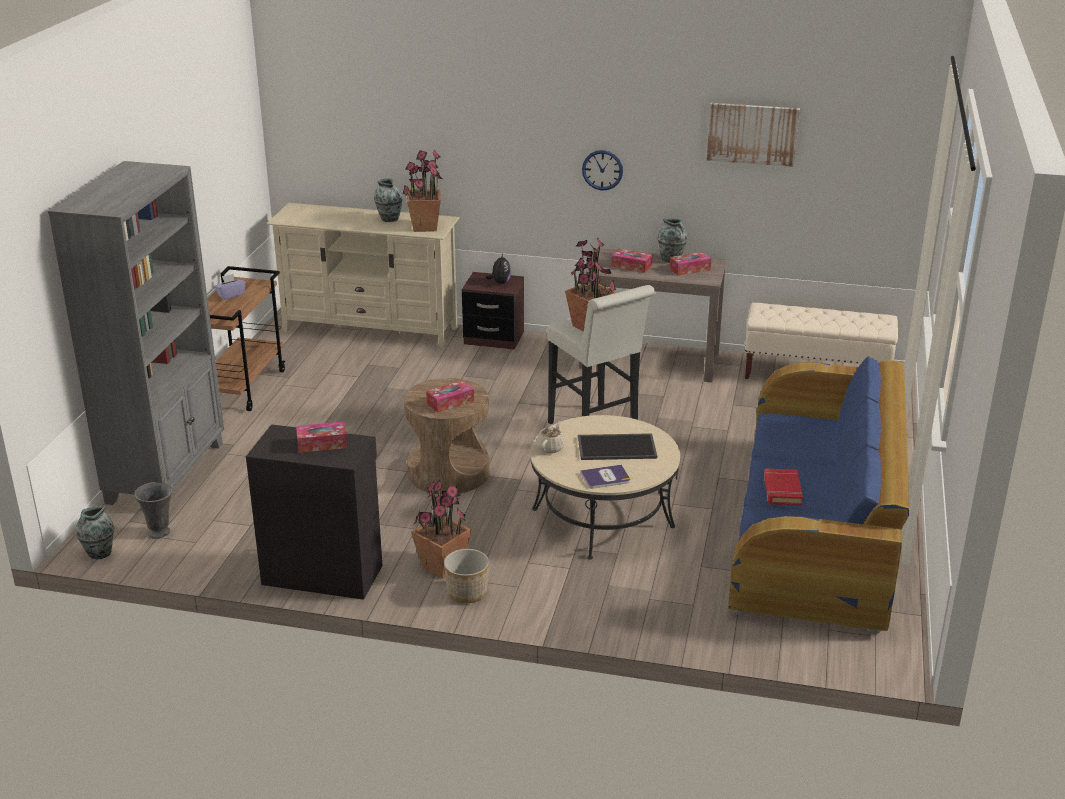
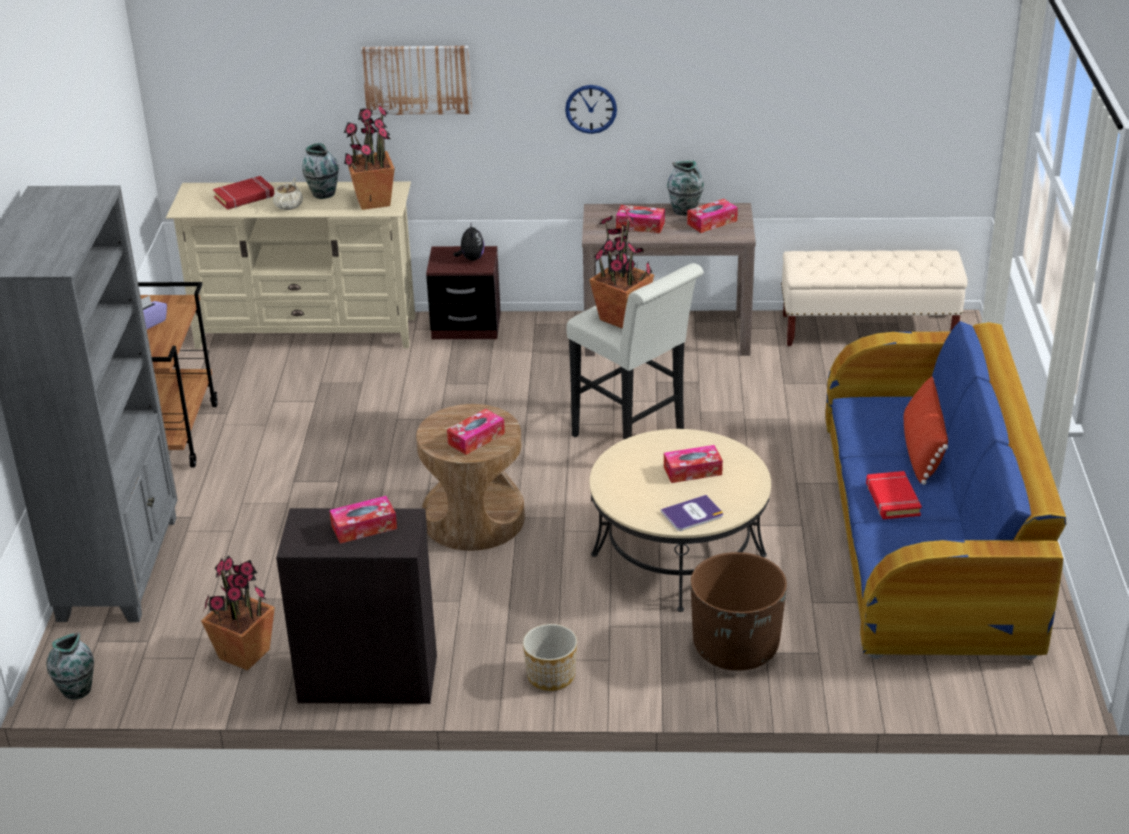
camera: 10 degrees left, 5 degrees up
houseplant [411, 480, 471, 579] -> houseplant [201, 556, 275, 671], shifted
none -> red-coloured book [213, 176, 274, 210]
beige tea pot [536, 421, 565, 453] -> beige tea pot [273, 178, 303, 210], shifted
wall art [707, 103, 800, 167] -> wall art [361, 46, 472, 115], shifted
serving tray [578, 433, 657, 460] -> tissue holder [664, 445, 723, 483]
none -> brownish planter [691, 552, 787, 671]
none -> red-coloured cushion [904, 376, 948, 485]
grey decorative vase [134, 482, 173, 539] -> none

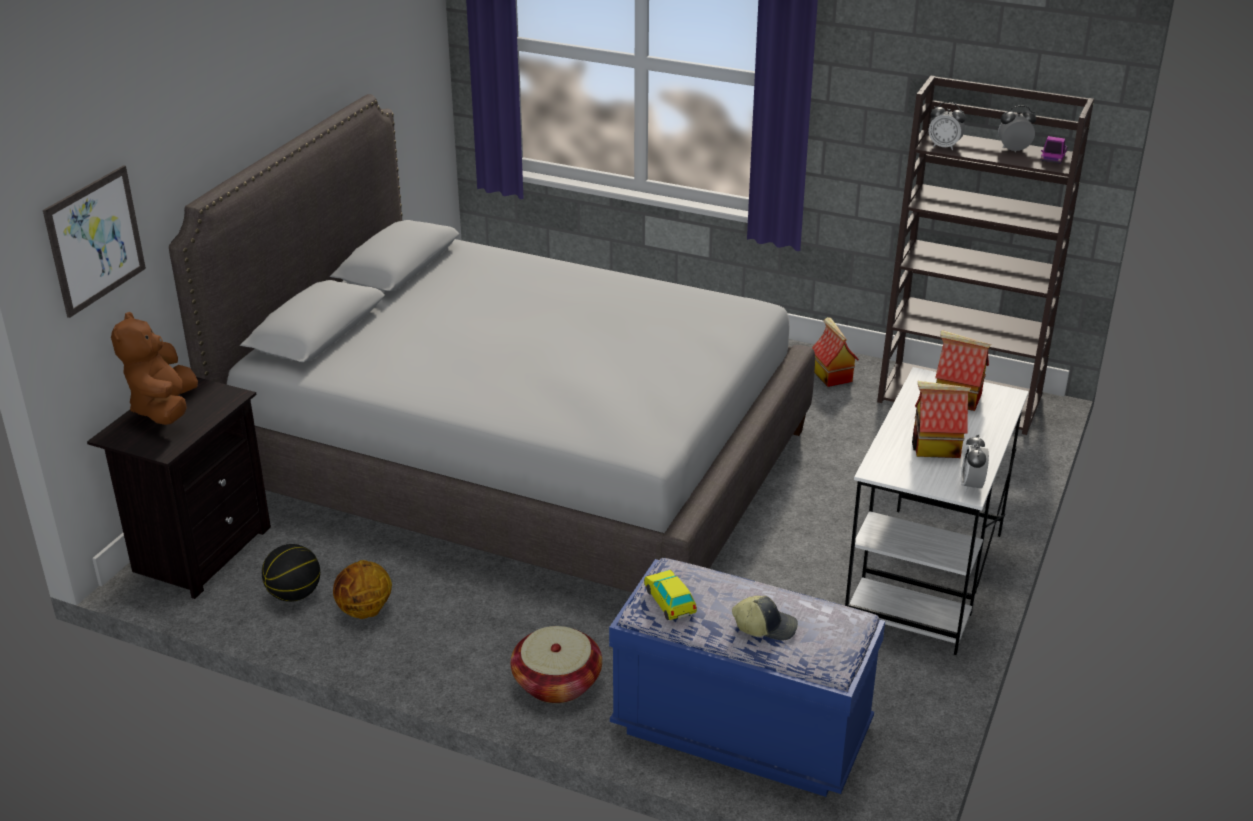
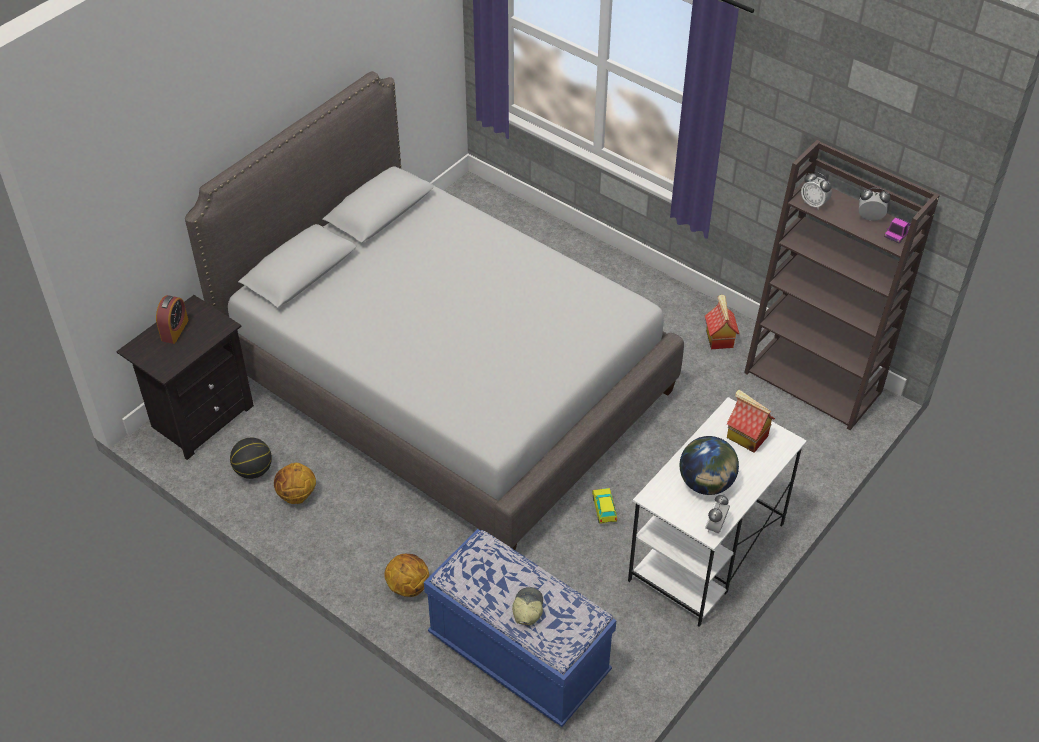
camera: 15 degrees right, 15 degrees up
brownish cuddly toy [111, 312, 198, 425] -> alarm clock [156, 295, 189, 344]
basket [511, 626, 602, 703] -> ball for basketball [384, 554, 429, 597]
peaked cap [732, 596, 798, 640] -> peaked cap [512, 587, 543, 625], 105 degrees counterclockwise
miniature car [644, 570, 697, 620] -> miniature car [592, 488, 617, 524], shifted
miniature house [912, 381, 971, 458] -> world globe [680, 436, 739, 495]
wall art [43, 165, 146, 318] -> none

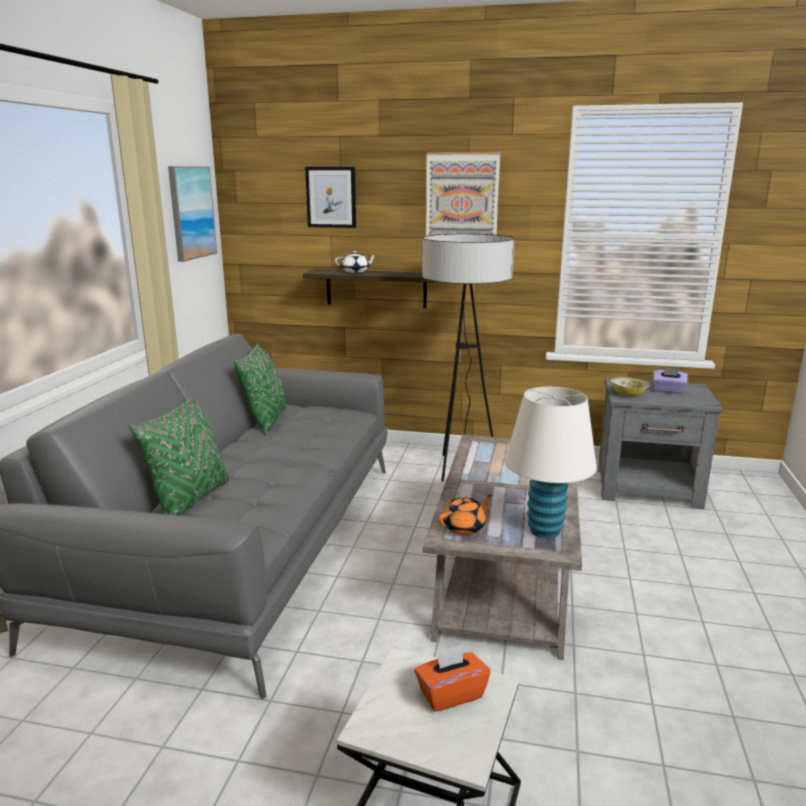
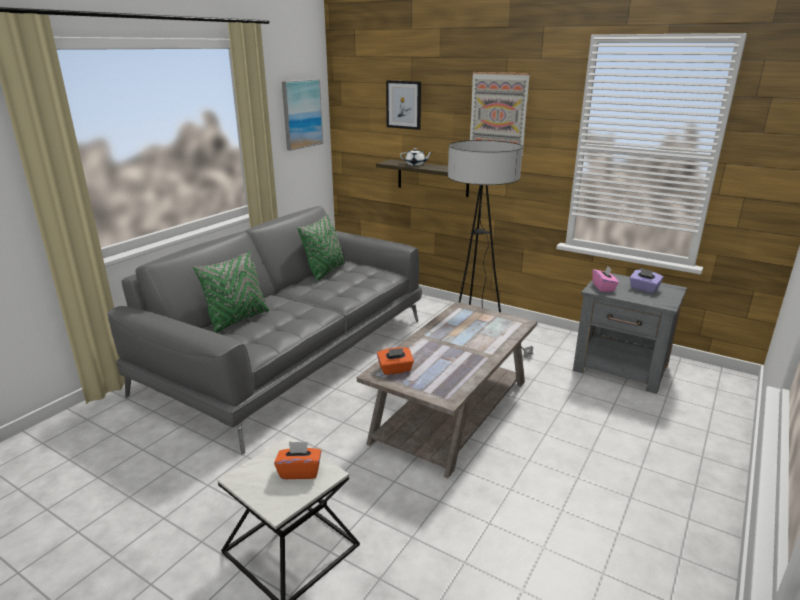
camera: 20 degrees right, 5 degrees up
orange-coloured tea pot [439, 495, 493, 535] -> orange-coloured tissue holder [377, 347, 414, 375]
serving bowl [610, 377, 650, 396] -> pink-coloured tissue holder [592, 266, 619, 292]
whitish tabletop lamp [505, 387, 597, 538] -> none

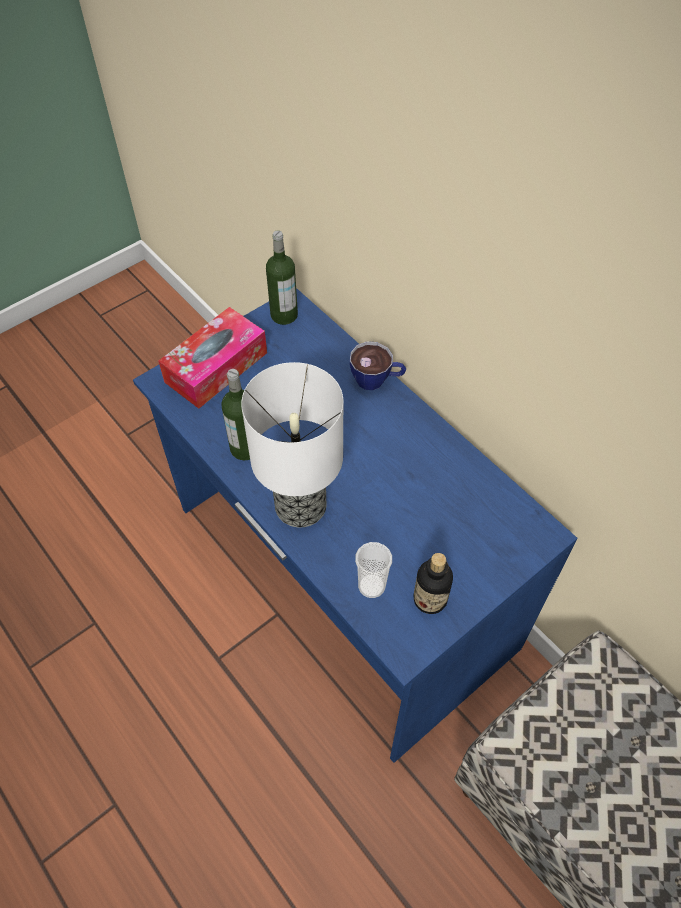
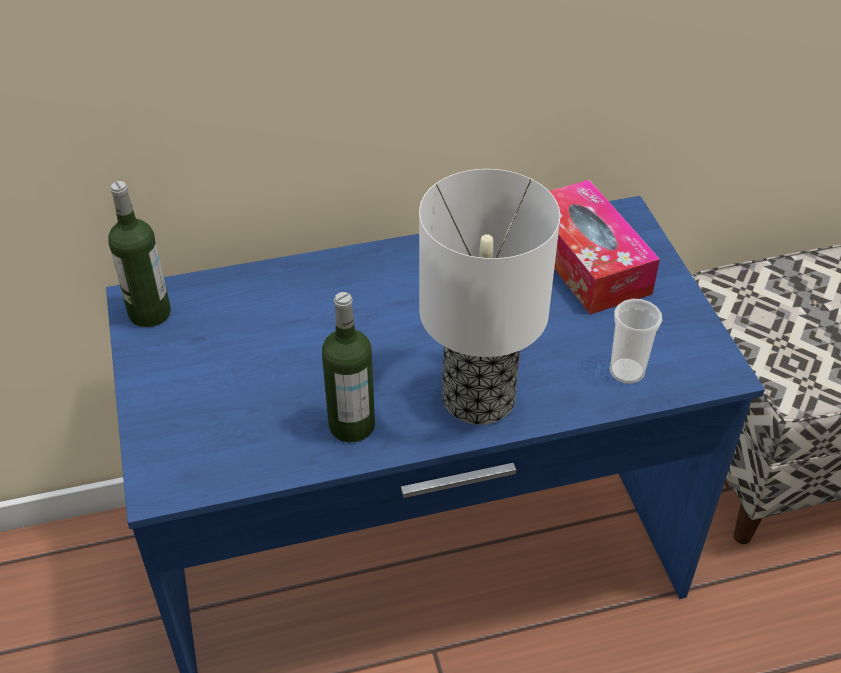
camera: 65 degrees left, 10 degrees down
tissue holder [158, 307, 267, 409] -> tissue holder [549, 180, 660, 315], shifted
cup [350, 341, 406, 390] -> none
bottle [414, 553, 453, 614] -> none

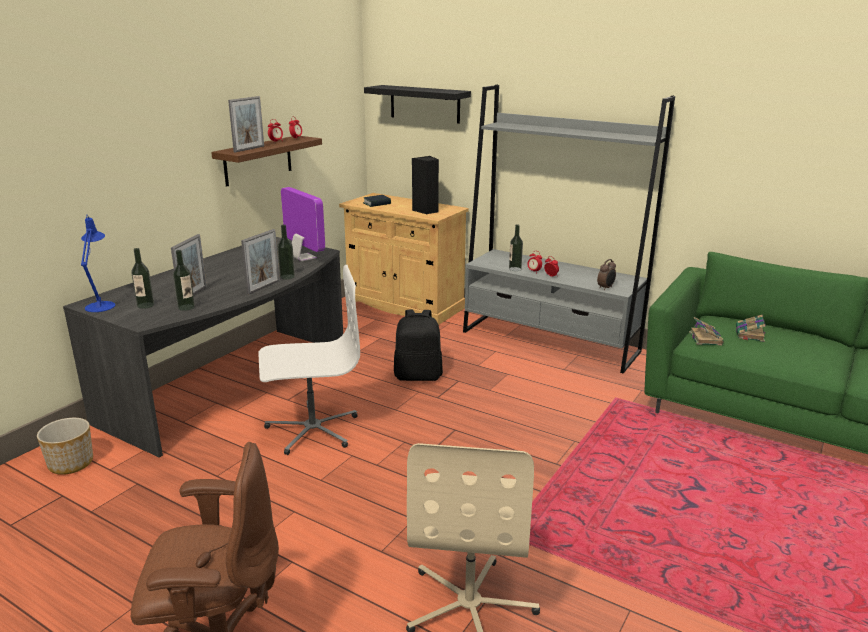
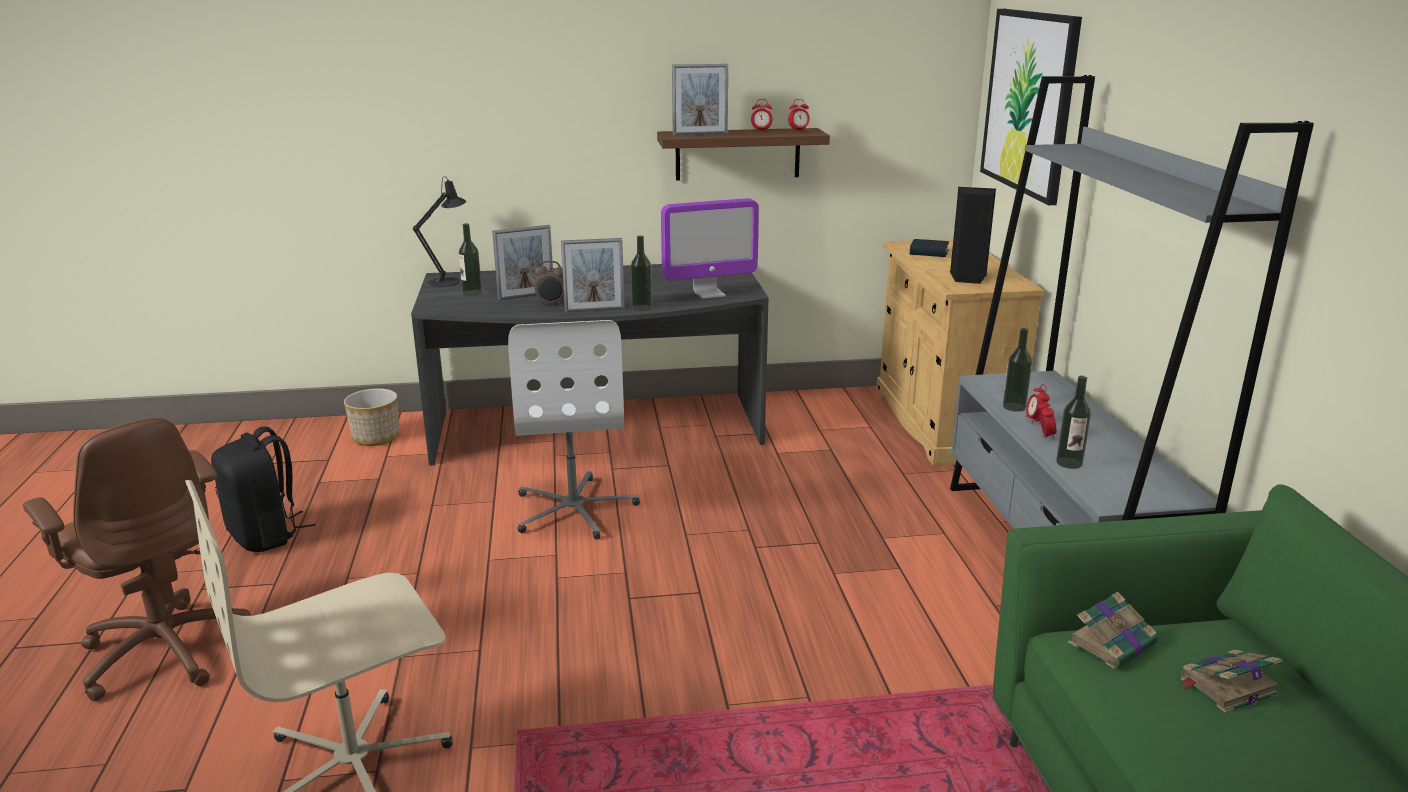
camera: 50 degrees right, 0 degrees up
blackish knapsack [394, 310, 443, 381] -> blackish knapsack [211, 426, 315, 552], shifted
blue tabletop lamp [81, 214, 115, 312] -> blackish tabletop lamp [413, 176, 466, 287]
whitish computer chair [258, 265, 360, 455] -> whitish computer chair [508, 320, 640, 540], 45 degrees clockwise
alarm clock [597, 259, 616, 290] -> alarm clock [535, 261, 564, 306], shifted
computer display [281, 187, 325, 261] -> computer display [661, 198, 759, 299], 60 degrees clockwise
blackish bracket shelf [364, 85, 471, 124] -> wall art [980, 9, 1082, 205]
bottle [173, 250, 195, 311] -> bottle [1056, 376, 1091, 469], shifted

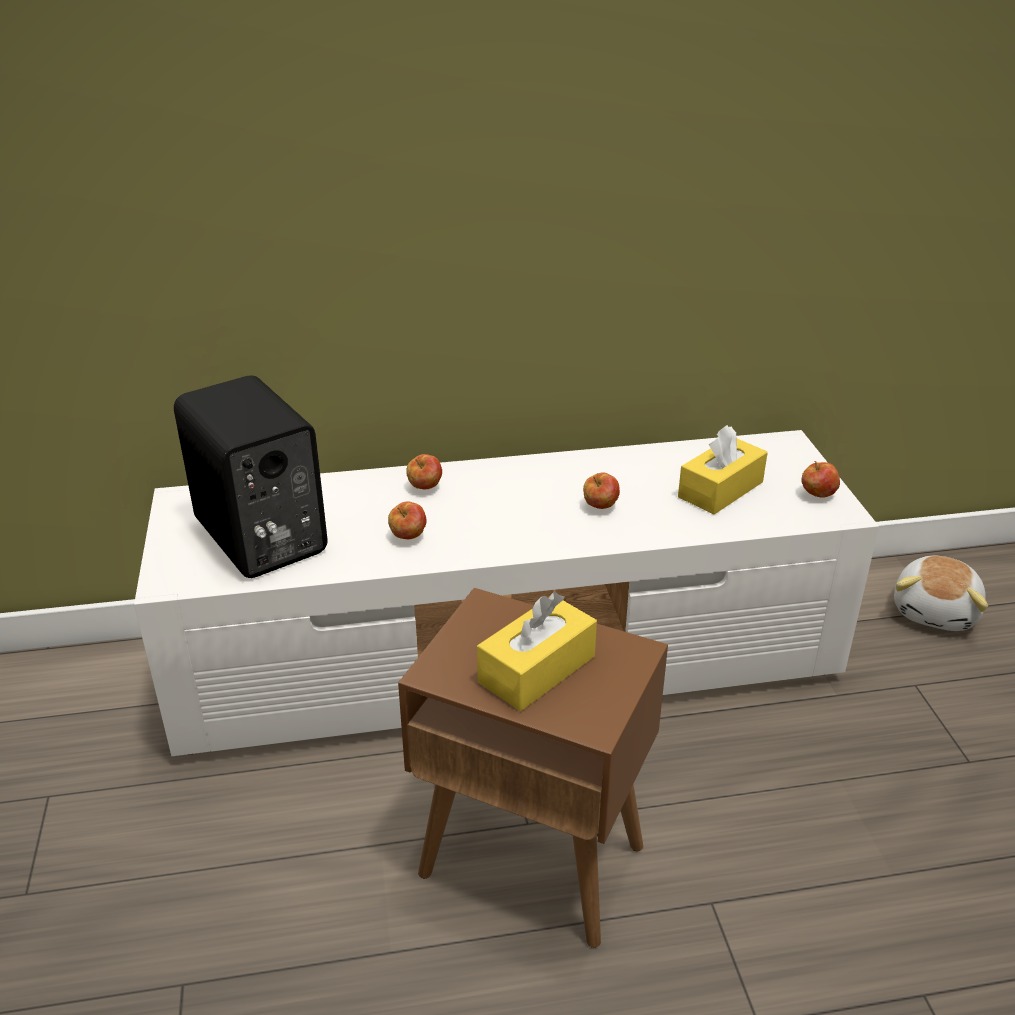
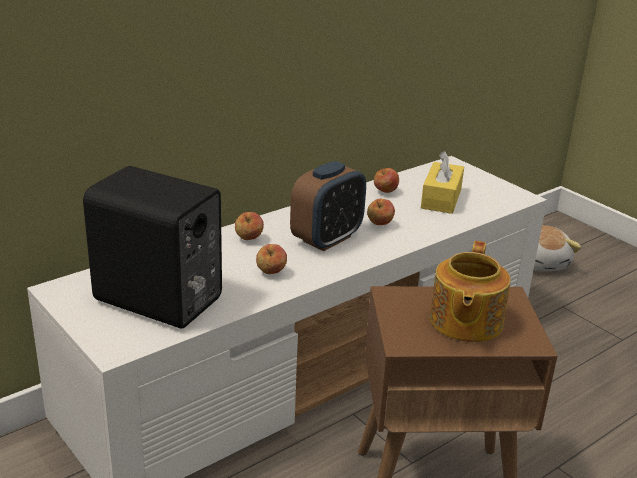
camera: 30 degrees left, 5 degrees down
none -> alarm clock [290, 161, 366, 251]
whole apple [801, 461, 840, 498] -> whole apple [374, 168, 399, 193], shifted
yellow tissue holder [477, 592, 597, 711] -> tea pot [430, 241, 510, 342]

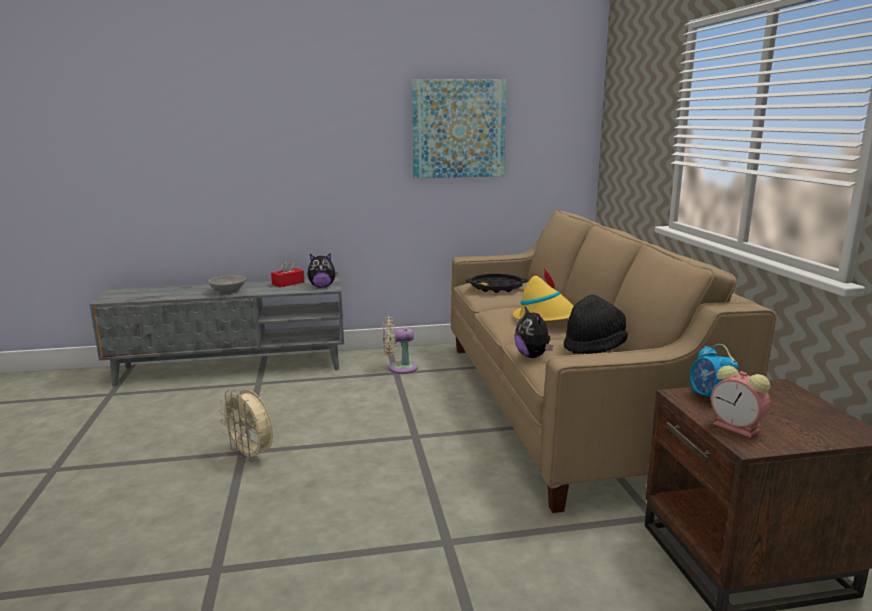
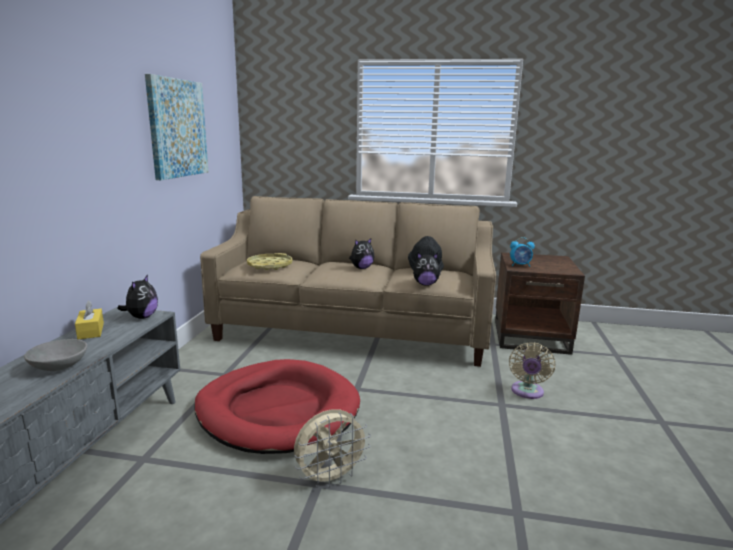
camera: 70 degrees left, 0 degrees up
red-coloured tissue holder [271, 260, 304, 287] -> yellow tissue holder [75, 300, 104, 339]
none -> red-coloured dog bed [194, 359, 360, 454]
blackish serving tray [466, 274, 528, 293] -> yellow serving tray [247, 253, 293, 270]
yellow wearable hat [513, 267, 574, 321] -> cuddly toy [349, 238, 375, 269]
beige cooling fan [383, 316, 418, 374] -> beige cooling fan [509, 343, 555, 399], shifted
alarm clock [711, 366, 770, 438] -> none

